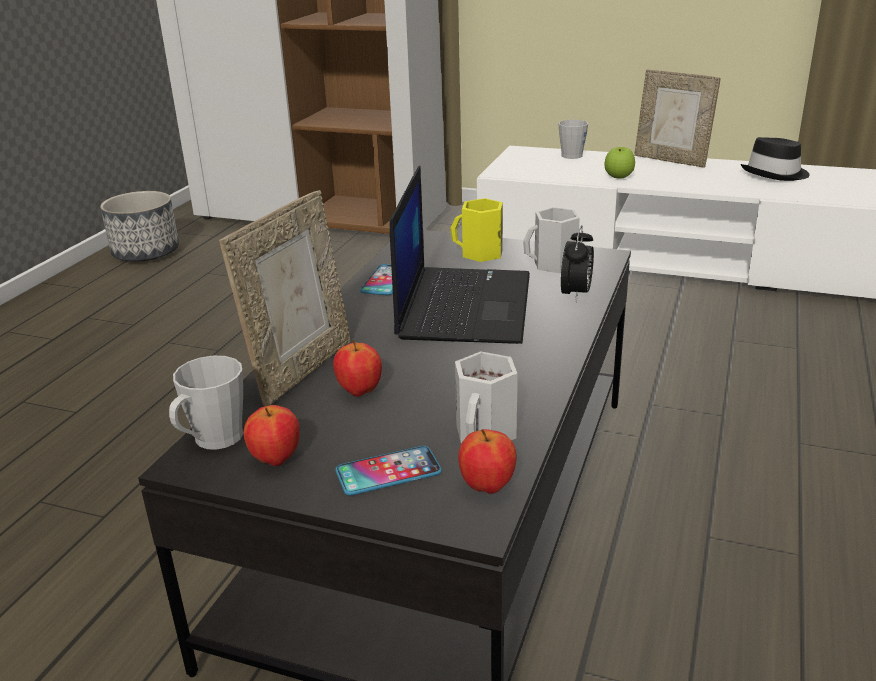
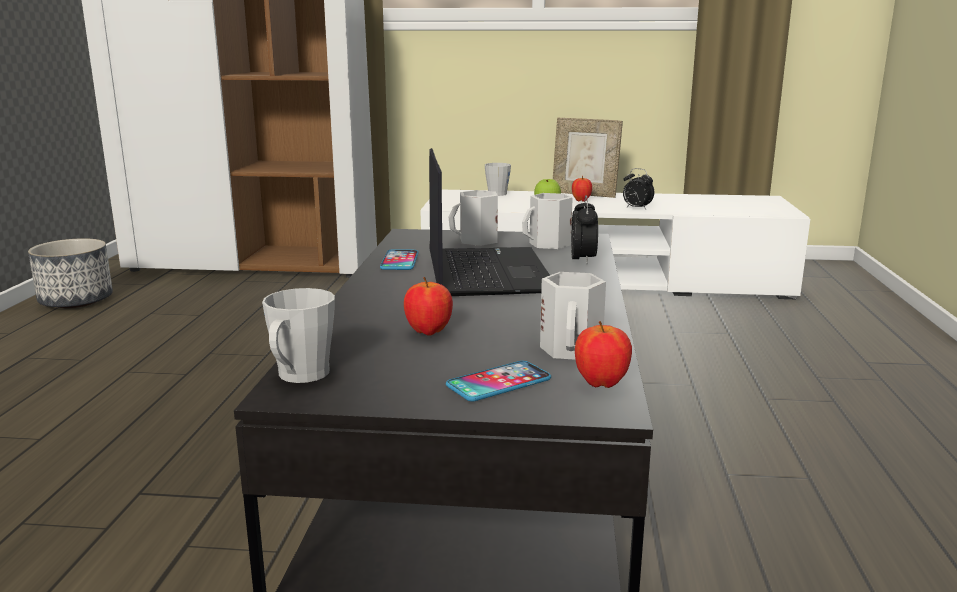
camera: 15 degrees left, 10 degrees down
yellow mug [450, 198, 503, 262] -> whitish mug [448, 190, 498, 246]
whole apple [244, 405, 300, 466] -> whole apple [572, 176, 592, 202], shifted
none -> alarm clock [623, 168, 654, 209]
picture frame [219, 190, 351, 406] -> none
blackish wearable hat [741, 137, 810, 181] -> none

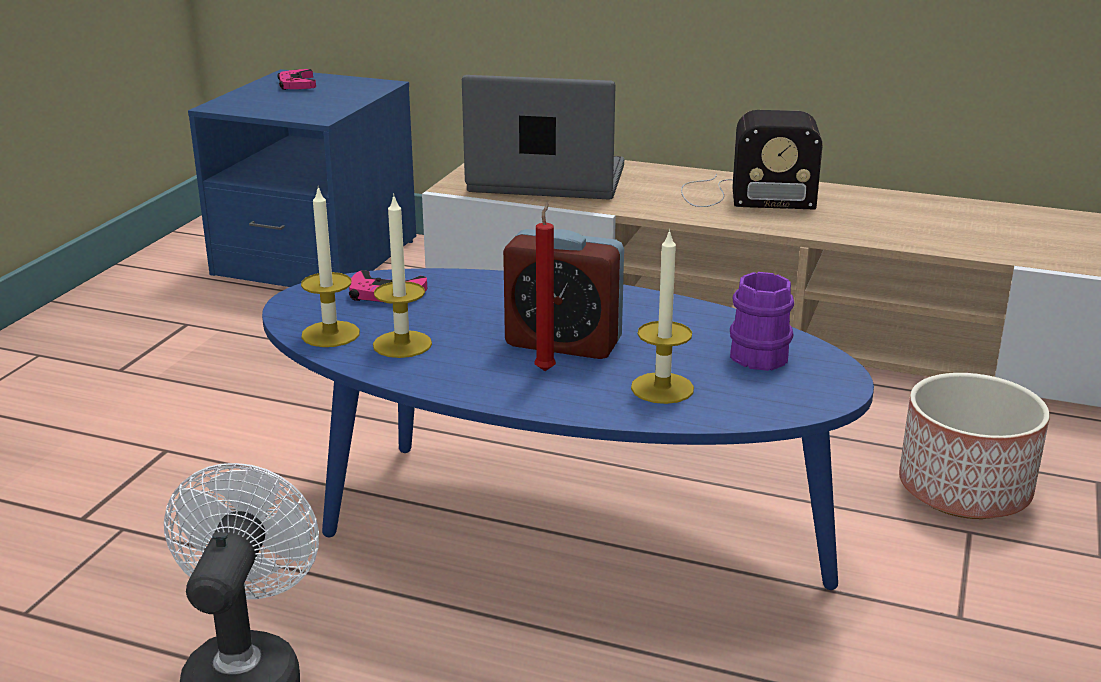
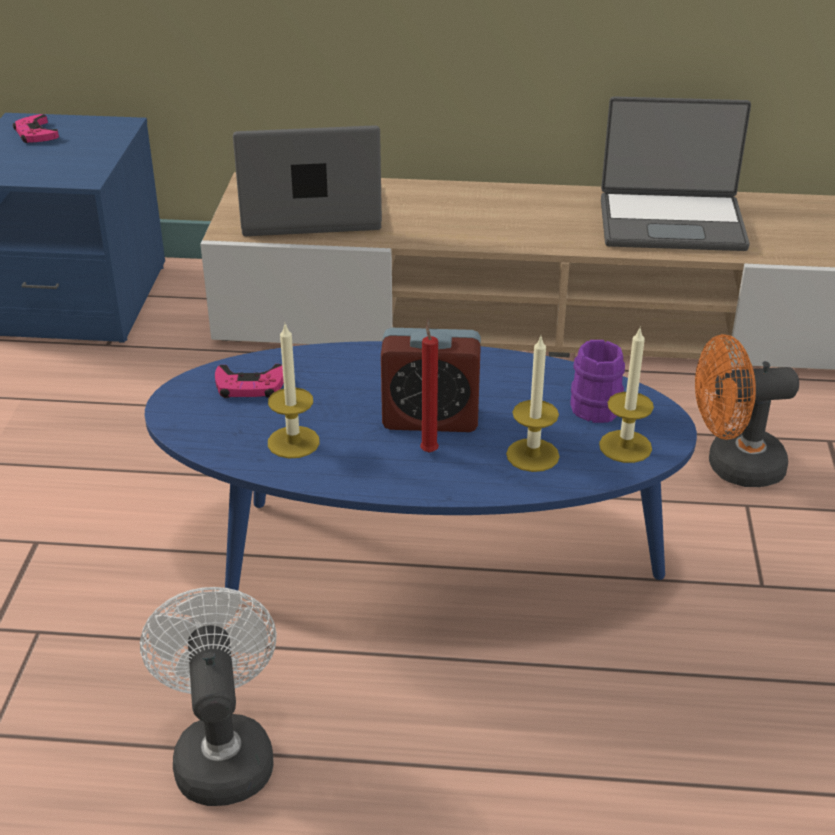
camera: 15 degrees left, 10 degrees up
wax candle [301, 185, 360, 347] -> wax candle [599, 326, 654, 463], shifted
none -> laptop [601, 97, 751, 251]
planter [899, 373, 1050, 519] -> orange-coloured cooling fan [695, 334, 799, 487]
radio receiver [681, 110, 822, 209] -> none

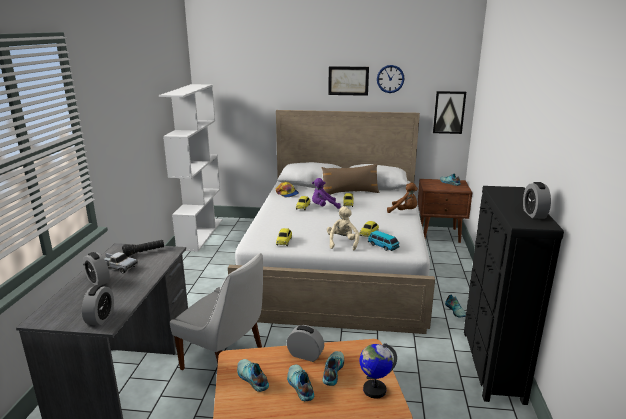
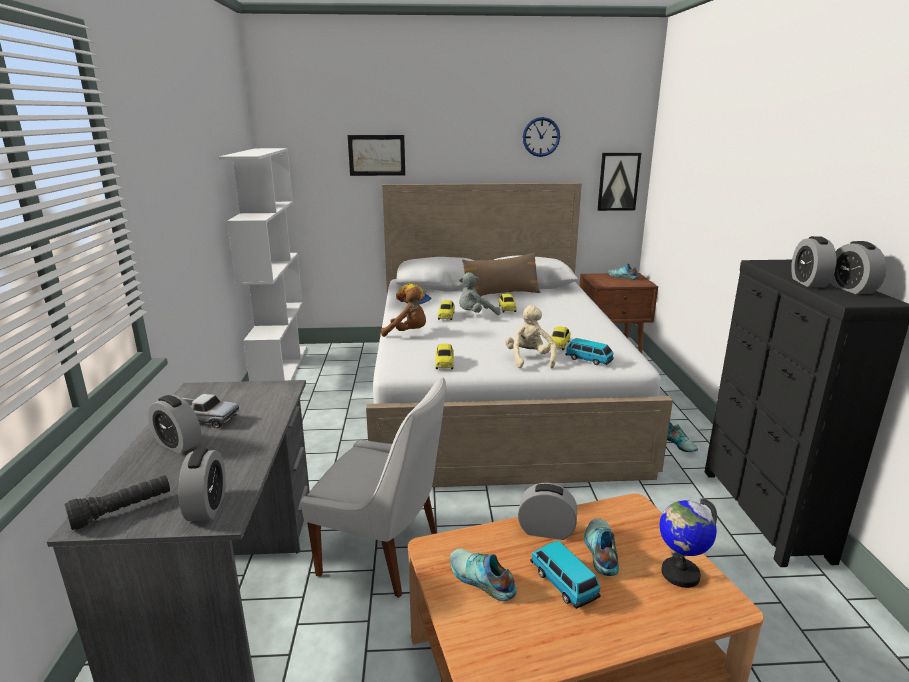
camera: 10 degrees left, 0 degrees up
blackish hand torch [122, 240, 164, 257] -> blackish hand torch [64, 475, 170, 530], shifted
wall art [328, 66, 369, 96] -> wall art [348, 135, 405, 176], shifted
brownish cuddly toy [387, 183, 418, 213] -> brownish cuddly toy [381, 288, 426, 337], shifted
purple cuddly toy [312, 178, 341, 209] -> grey cuddly toy [459, 272, 501, 315]
low shoe [287, 365, 314, 401] -> miniature car [530, 541, 601, 609]
none -> alarm clock [791, 236, 836, 287]

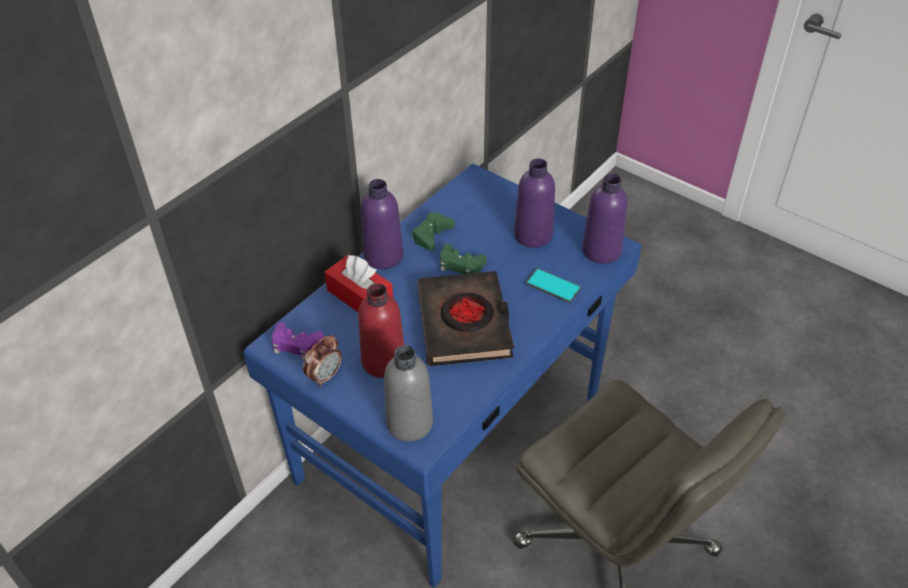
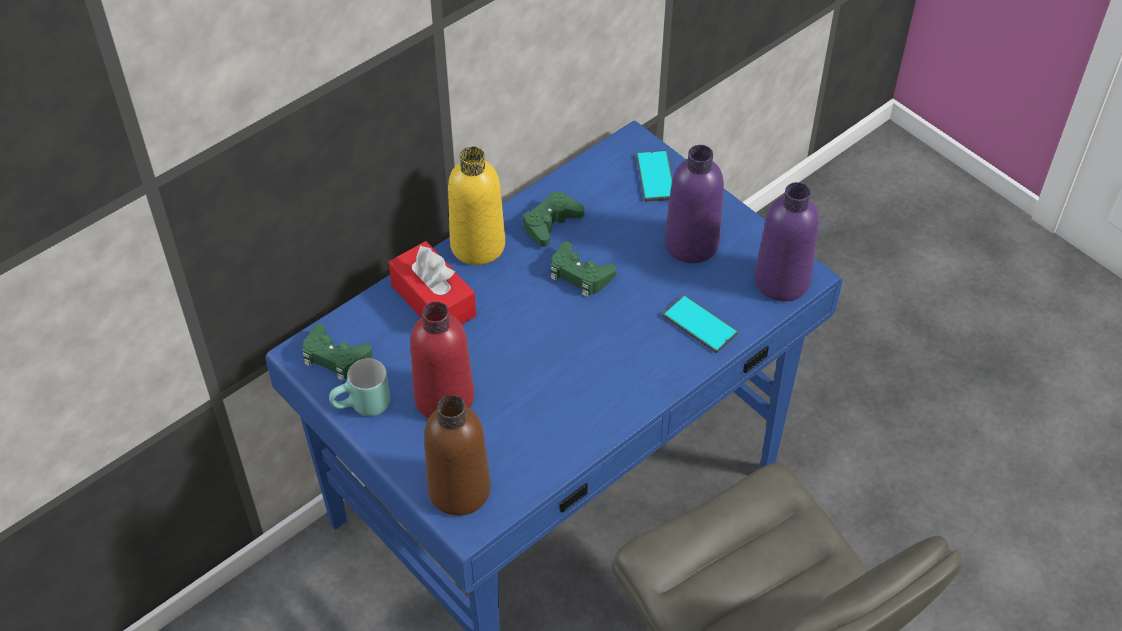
camera: 10 degrees right, 5 degrees up
purple gamepad [272, 322, 324, 360] -> green-coloured gamepad [302, 323, 372, 381]
alarm clock [303, 335, 342, 387] -> turquoise mug [329, 358, 390, 416]
grey bottle [384, 345, 433, 442] -> brownish bottle [424, 395, 491, 516]
purple bottle [361, 179, 403, 269] -> yellow bottle [448, 146, 505, 265]
none -> handset [636, 150, 673, 202]
blackish book [417, 271, 514, 366] -> none

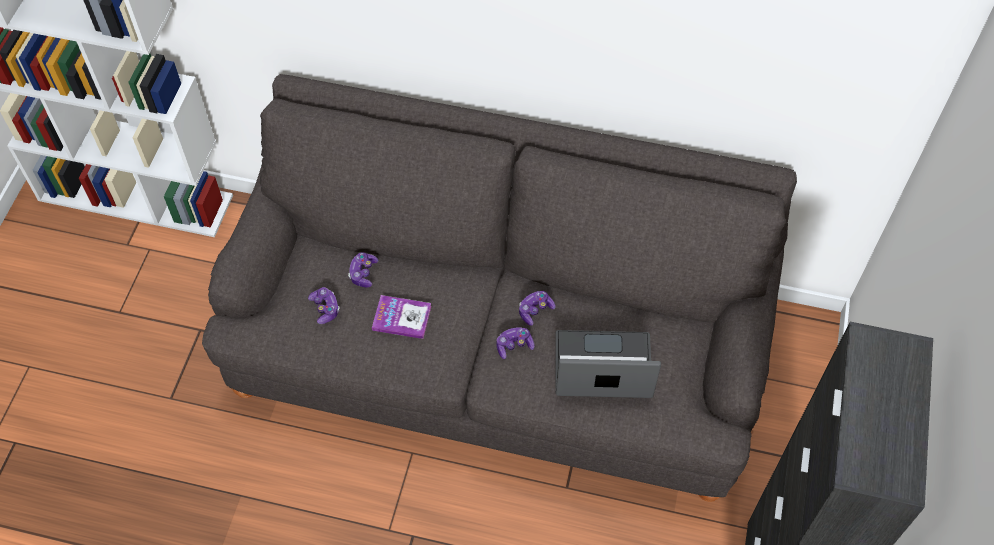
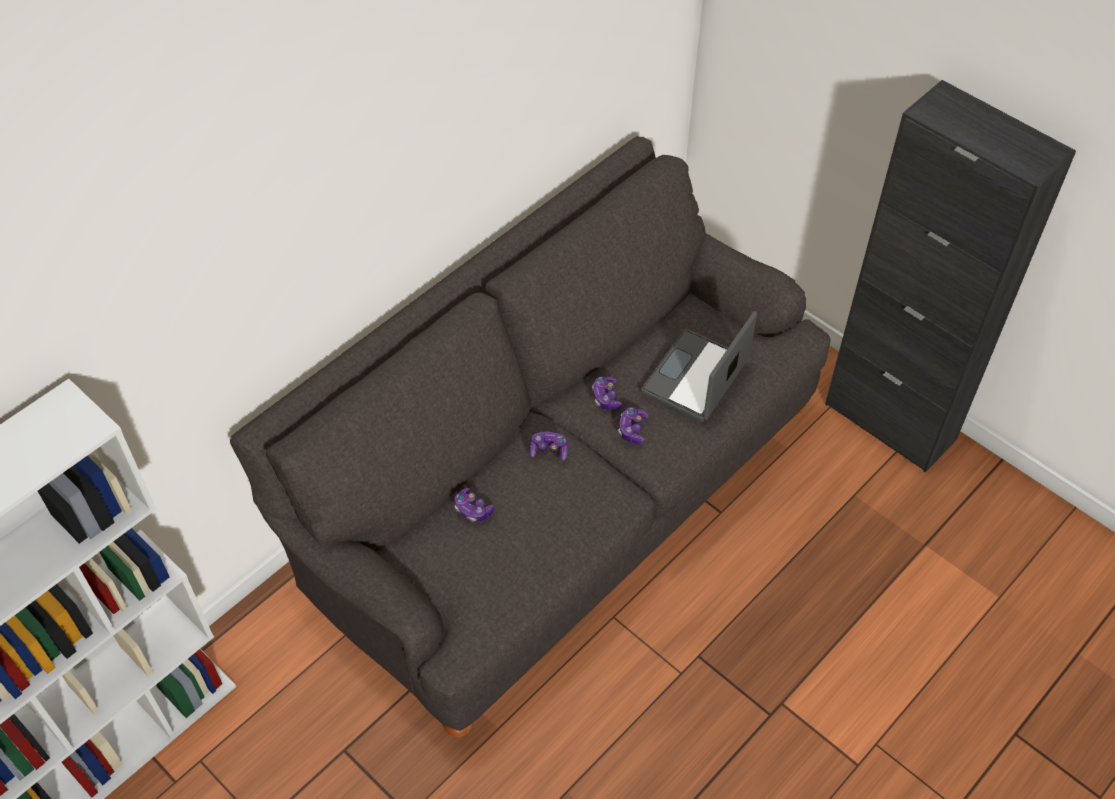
camera: 60 degrees left, 5 degrees down
gamepad [308, 287, 340, 324] -> gamepad [529, 432, 568, 461], shifted
book [372, 295, 431, 339] -> none

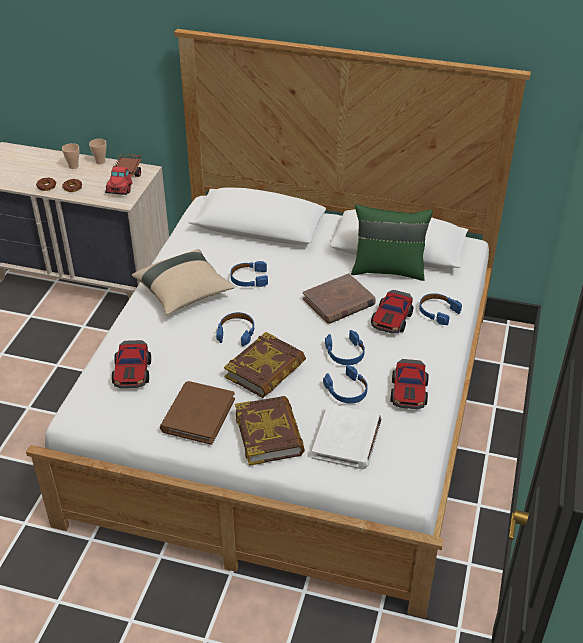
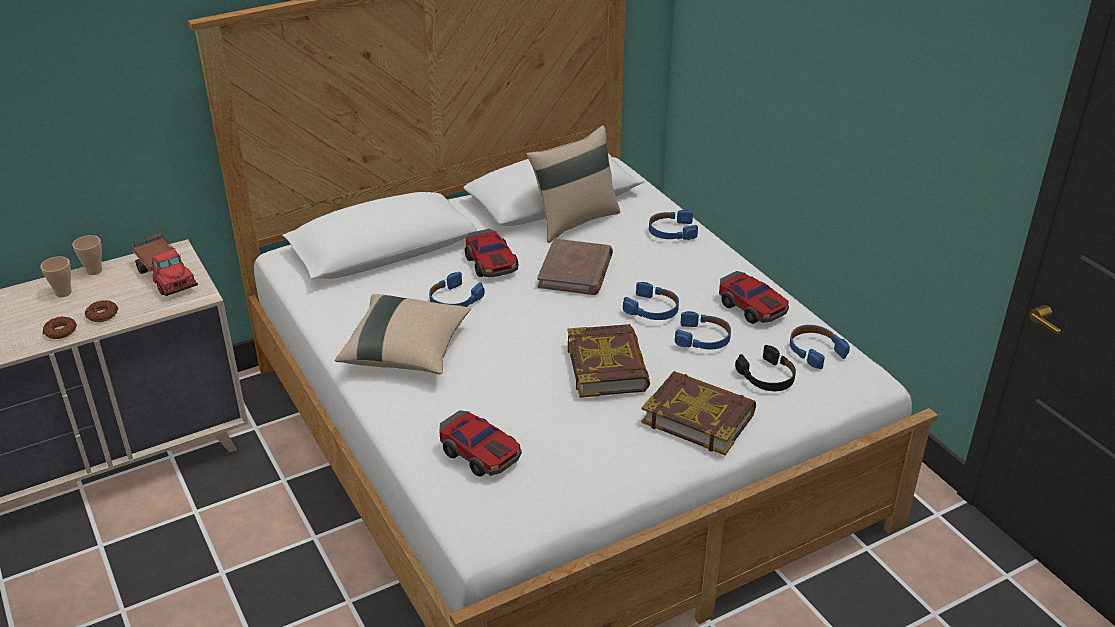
camera: 45 degrees left, 5 degrees down
miniature car [371, 290, 414, 333] -> miniature car [465, 229, 518, 277], shifted
green-coloured cushion [351, 204, 433, 281] -> beige cushion [526, 126, 621, 243]
whitish book [312, 404, 382, 470] -> blackish headphones [735, 345, 796, 391]
blue headphones [216, 312, 254, 346] -> blue headphones [790, 325, 850, 369], shifted
brownish book [160, 381, 235, 445] -> none

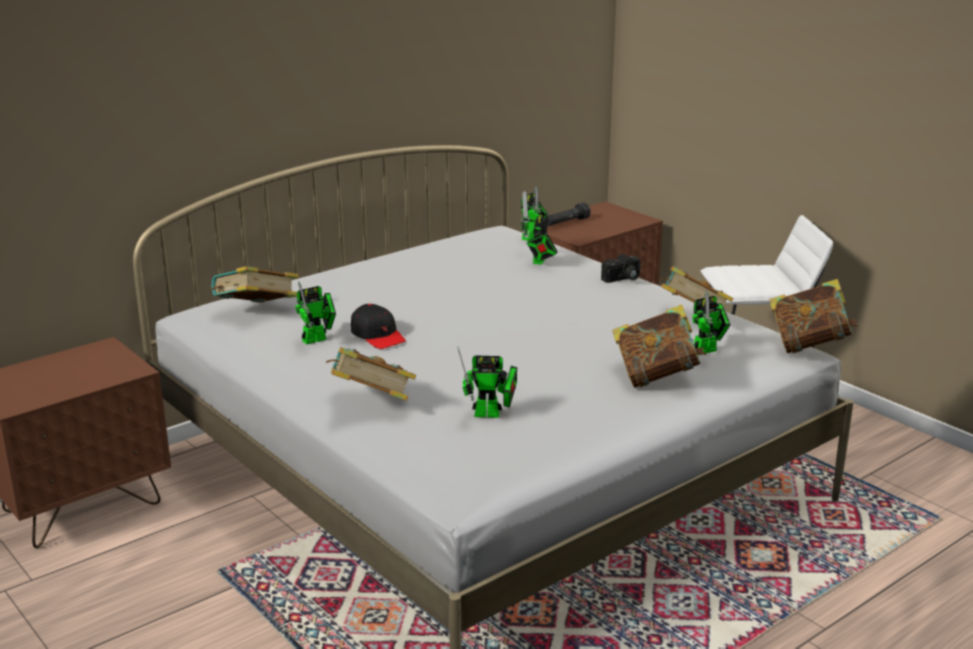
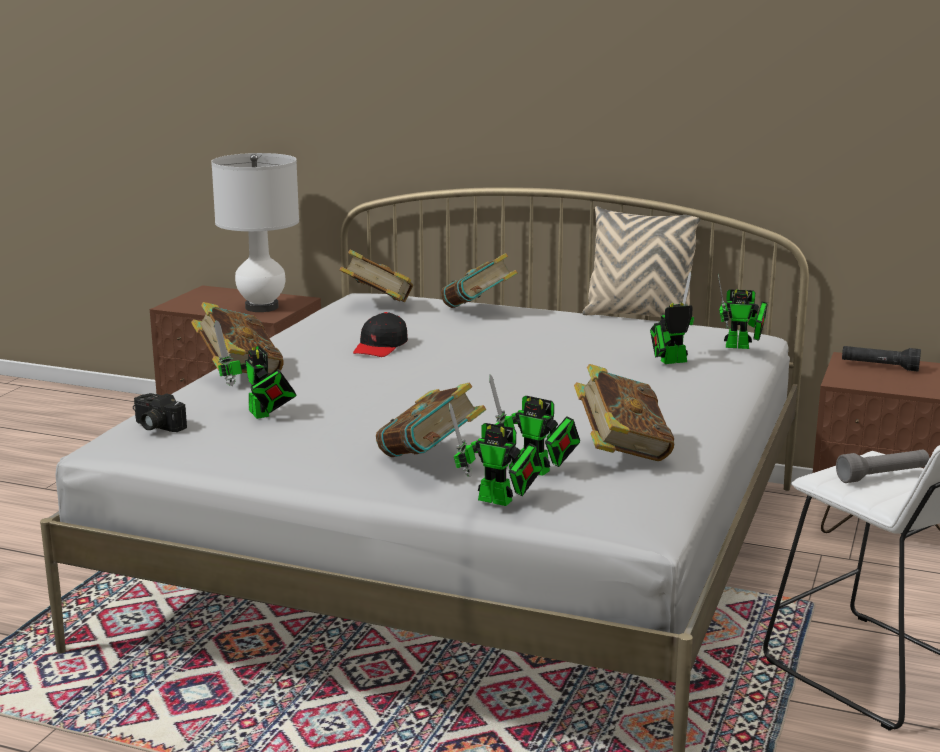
camera: 60 degrees right, 5 degrees down
still camera [601, 254, 641, 283] -> still camera [133, 393, 187, 432], shifted
none -> whitish tabletop lamp [211, 153, 299, 312]
book [769, 279, 859, 353] -> book [441, 253, 518, 308], shifted
toy robot [295, 281, 336, 345] -> toy robot [449, 403, 543, 506], shifted
none -> beige cushion [582, 206, 701, 317]
none -> grey hand torch [836, 450, 930, 483]

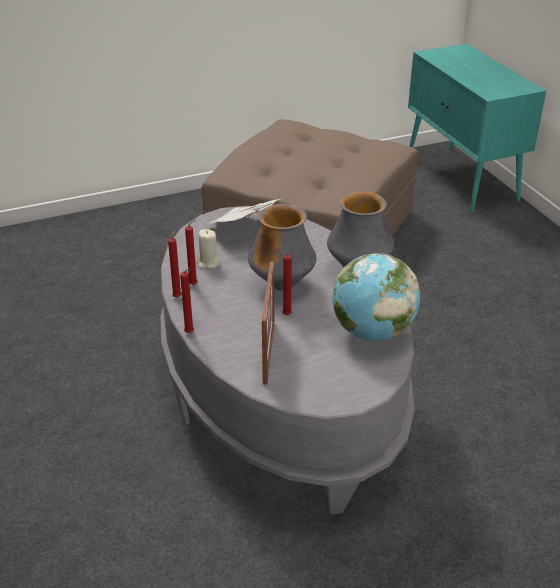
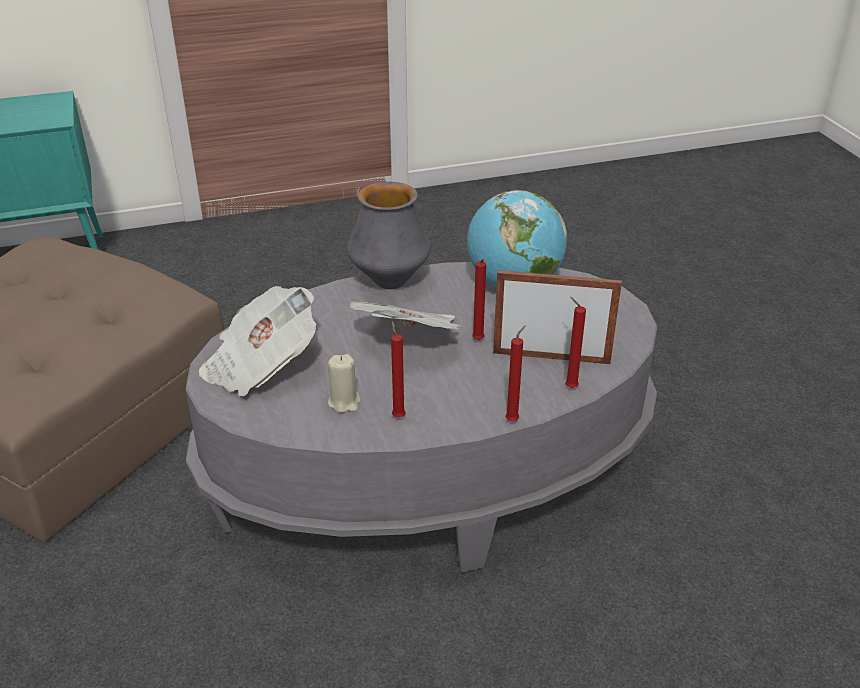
camera: 85 degrees left, 0 degrees up
decorative vase [248, 204, 316, 290] -> newspaper [350, 302, 460, 330]
red-coloured wax candle [168, 229, 182, 298] -> red-coloured wax candle [565, 297, 586, 388], shifted

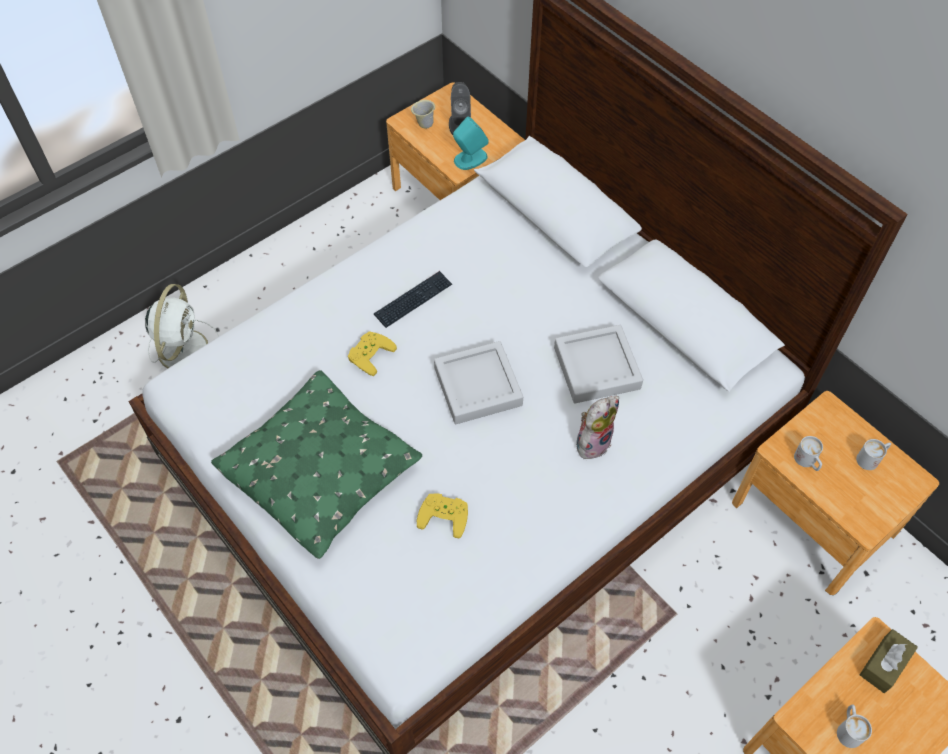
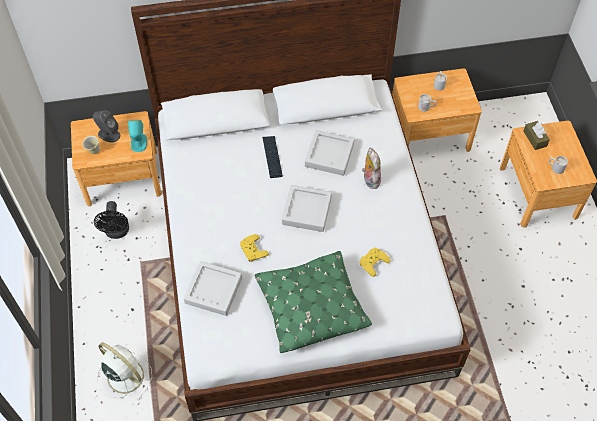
camera: 60 degrees left, 0 degrees up
none -> blackish cooling fan [94, 201, 129, 239]
none -> grey serving tray [184, 261, 242, 316]
computer keyboard [374, 271, 452, 328] -> computer keyboard [262, 136, 283, 178], shifted

